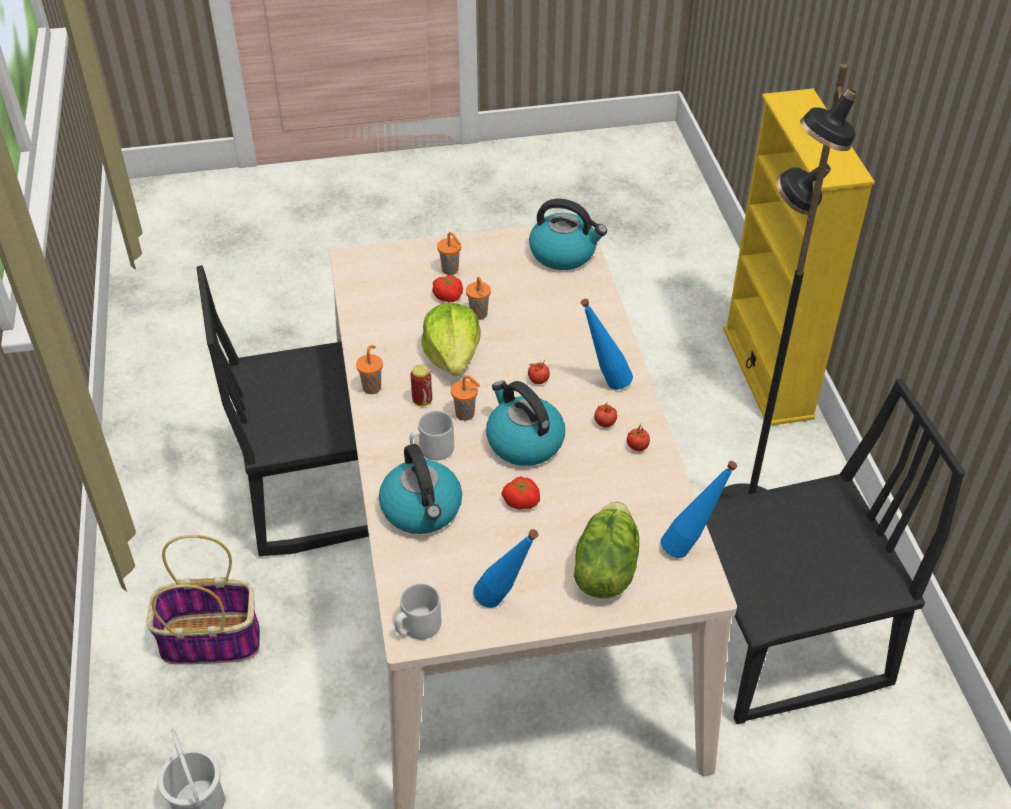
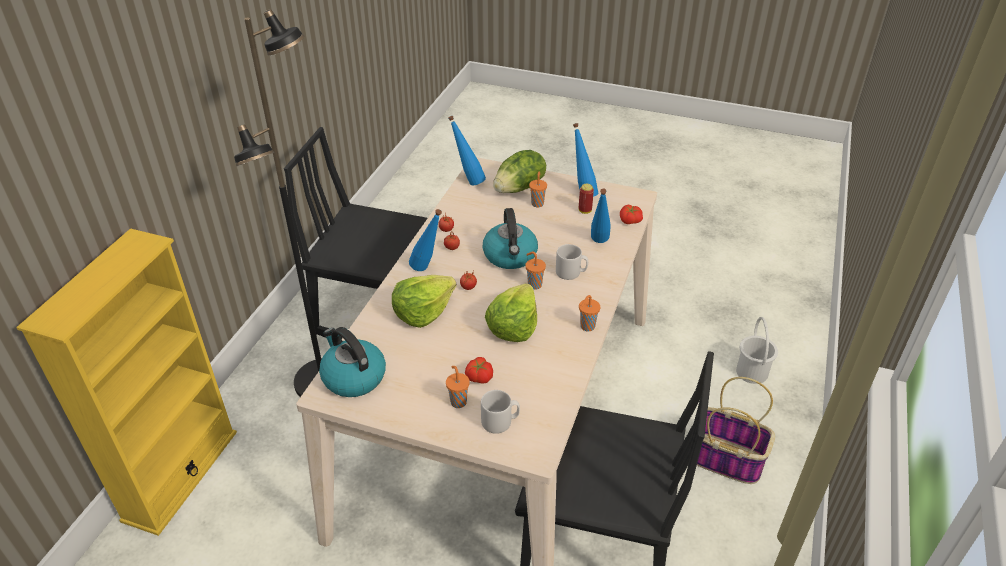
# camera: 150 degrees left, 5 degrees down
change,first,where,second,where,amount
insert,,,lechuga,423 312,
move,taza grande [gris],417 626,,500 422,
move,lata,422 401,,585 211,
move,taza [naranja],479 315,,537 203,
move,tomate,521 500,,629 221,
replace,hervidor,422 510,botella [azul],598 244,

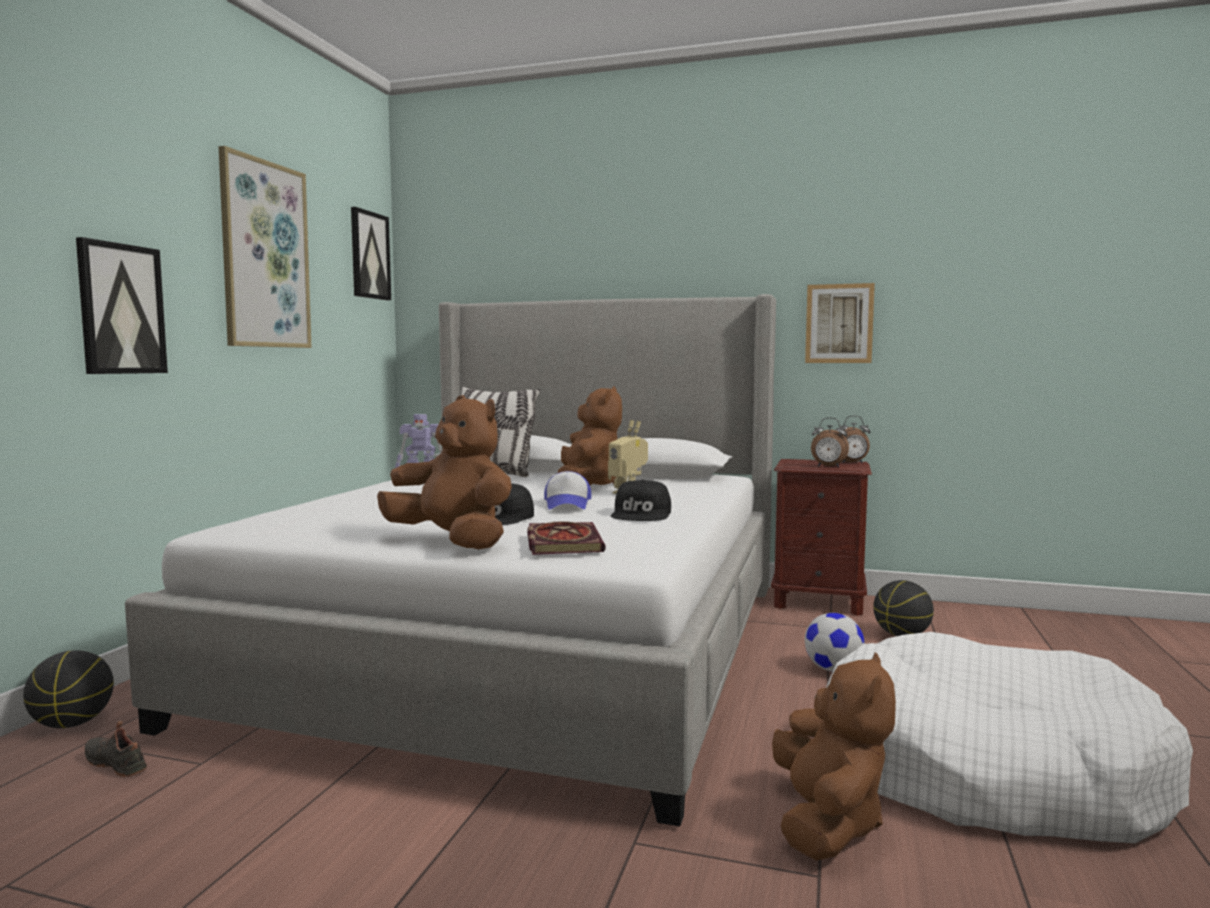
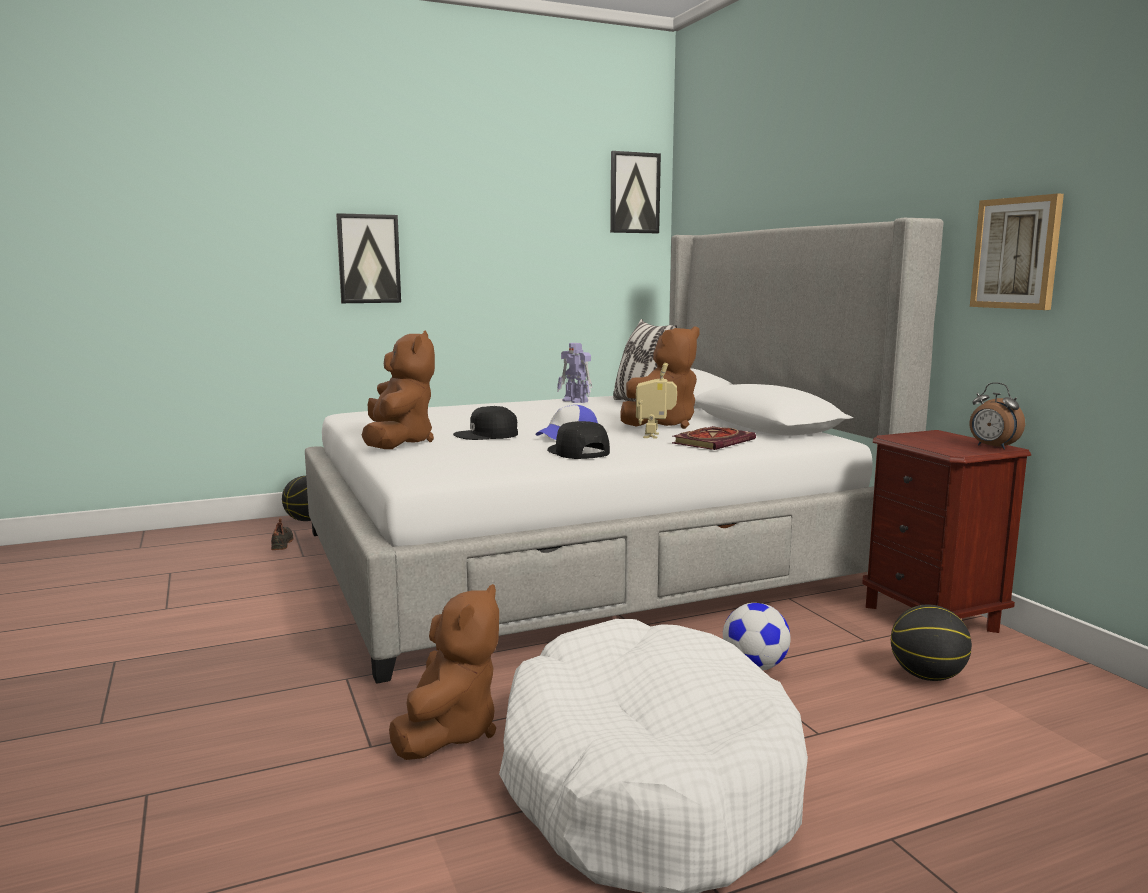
# camera: 50 degrees right, 5 degrees up
change,first,where,second,where,amount
delete,cuadro,265 255,,,
delete,despertador,828 467,,,
move,libro,562 542,,713 441,
rotate,gorra [negro],642 514,,577 452,90 degrees clockwise
rotate,peluche [marrón],826 823,,449 731,45 degrees counterclockwise

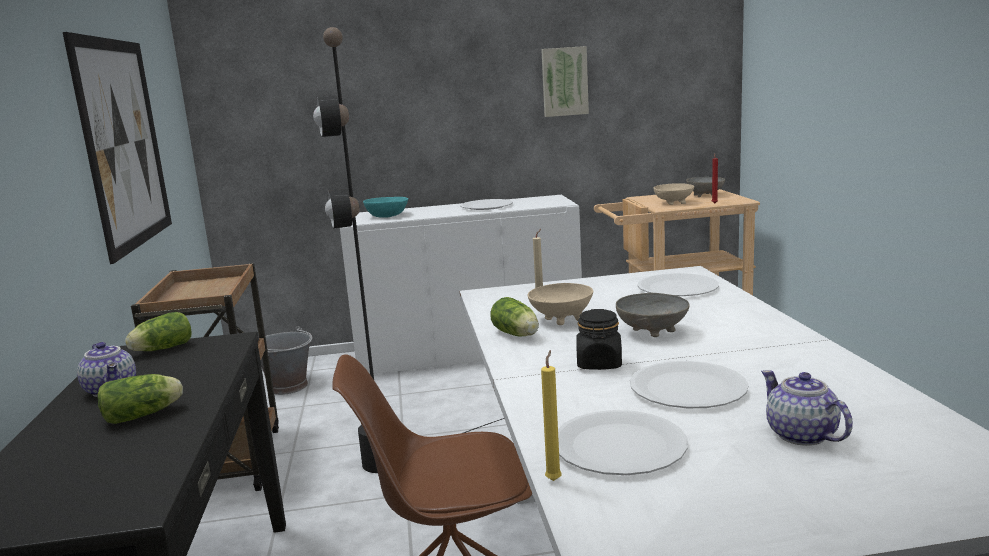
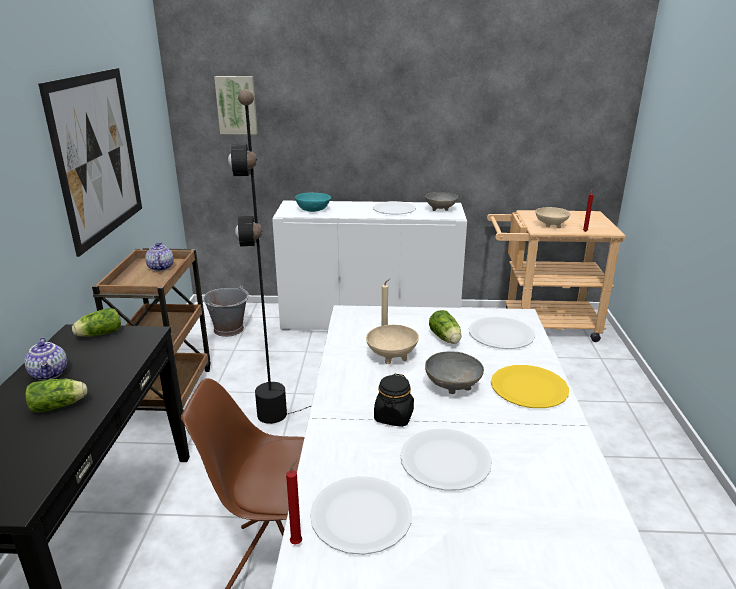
# camera: 10 degrees right, 10 degrees up
change,first,where,second,where,amount
insert,,,plato [amarillo],528 388,
move,lechuga,517 335,,446 339,
move,cuadro,564 81,,237 105,
move,cuenco [gris],705 196,,440 210,
move,tetera,801 435,,160 268,
recolor,vela [amarillo],554 479,vela [rojo],297 542,

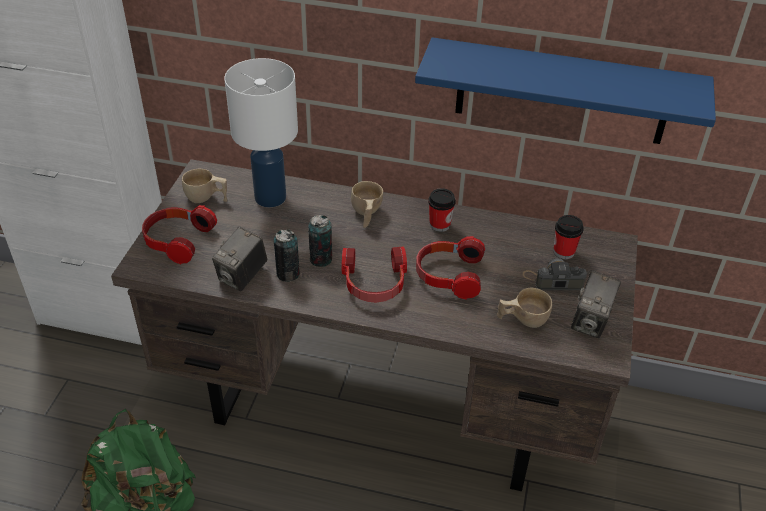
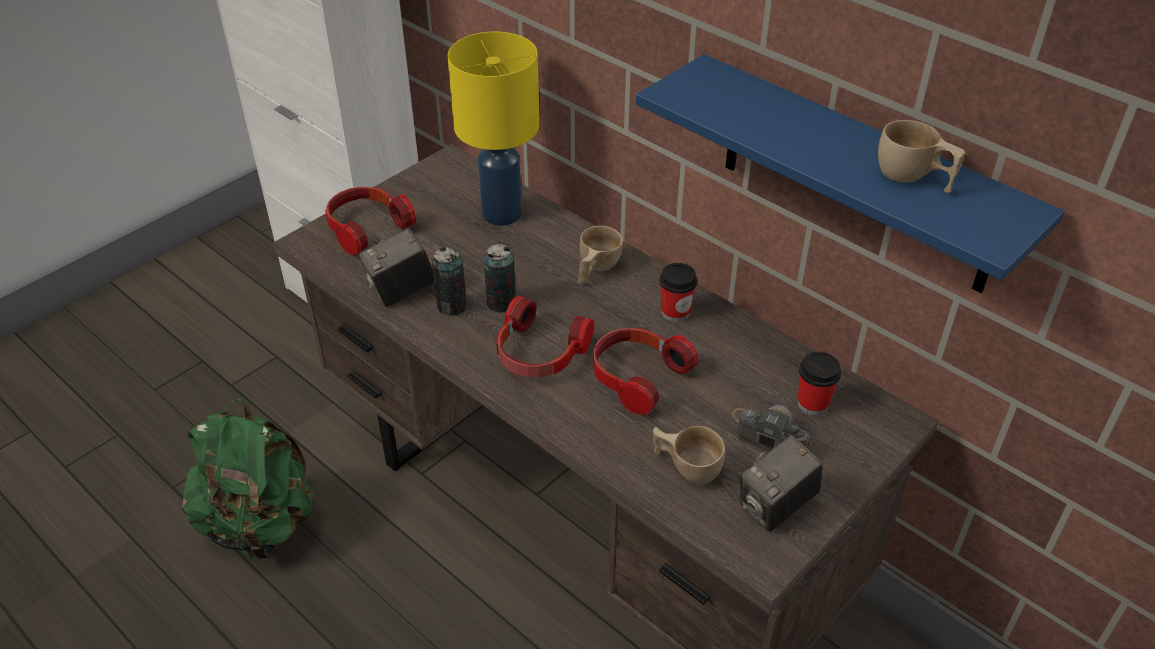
# camera: 30 degrees right, 0 degrees up
change,first,where,second,where,amount
move,taza [beis],206 198,,913 178,
recolor,lámpara de mesa [blanco],270 197,lámpara de mesa [amarillo],502 213,

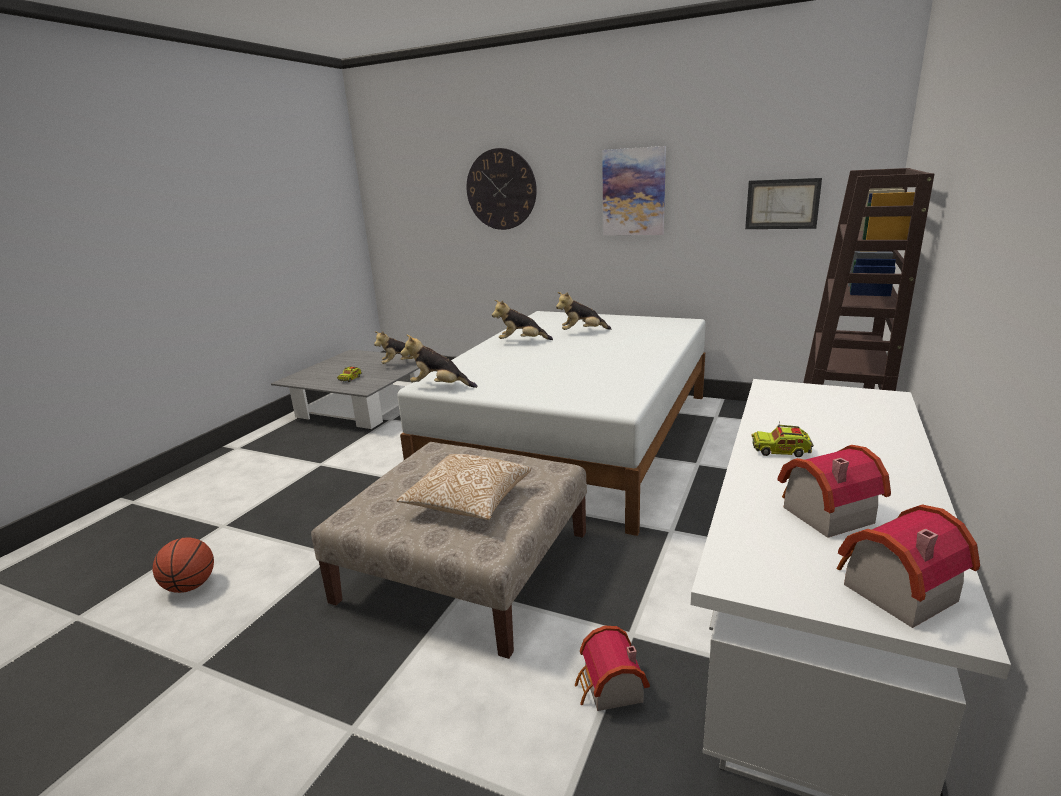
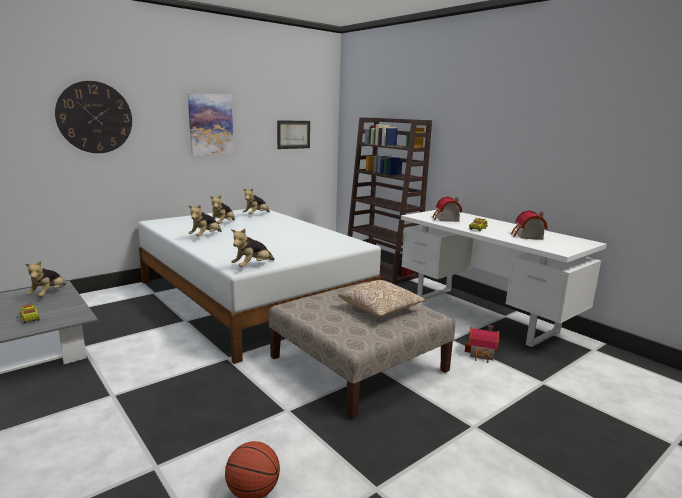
# camera: 65 degrees left, 5 degrees down
change,first,where,second,where,amount
insert,,,peluche,256 215,
move,casita,891 590,,446 219,

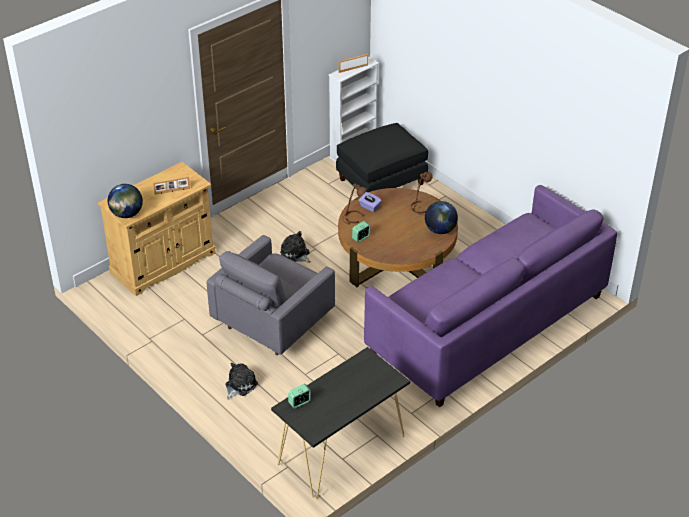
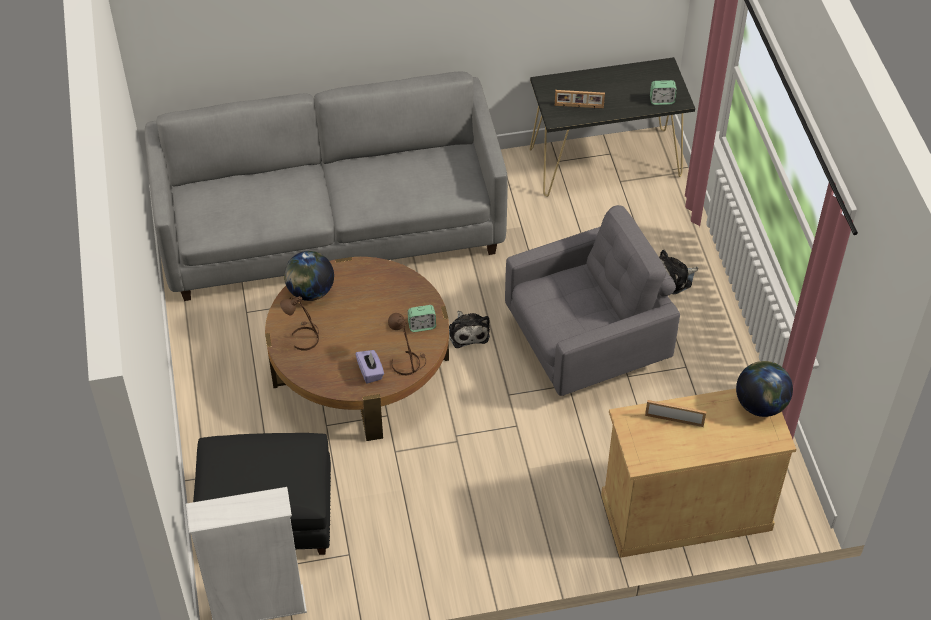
# camera: 150 degrees left, 10 degrees up
change,first,where,second,where,amount
move,peluche,296 254,,468 332,
move,portarretratos,353 68,,579 106,
recolor,sofá [morado],487 324,sofá [gris],332 229,

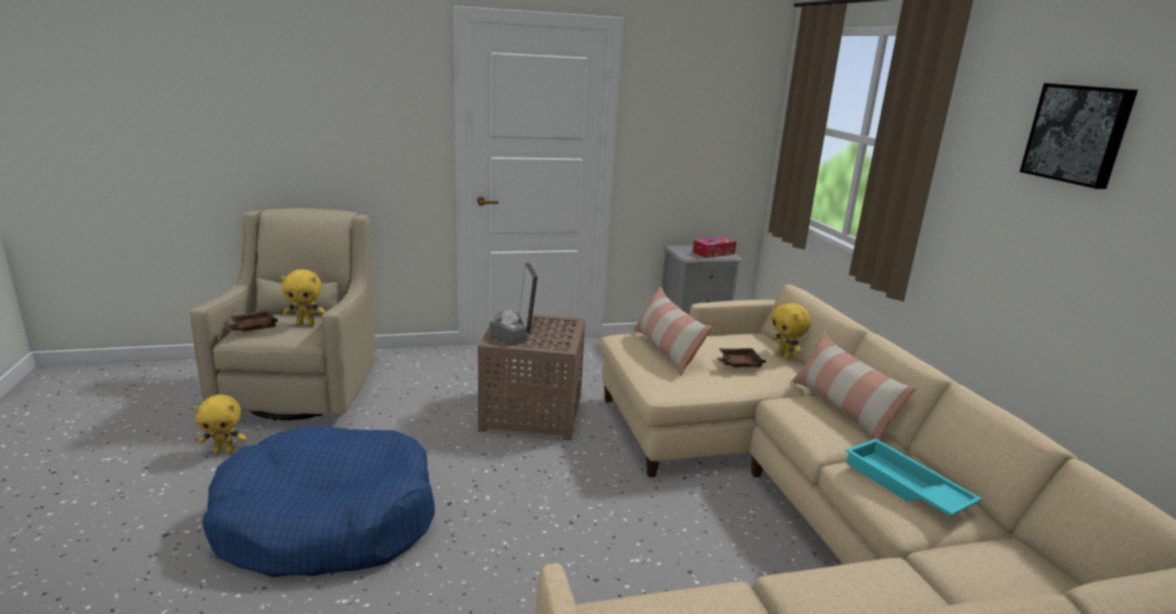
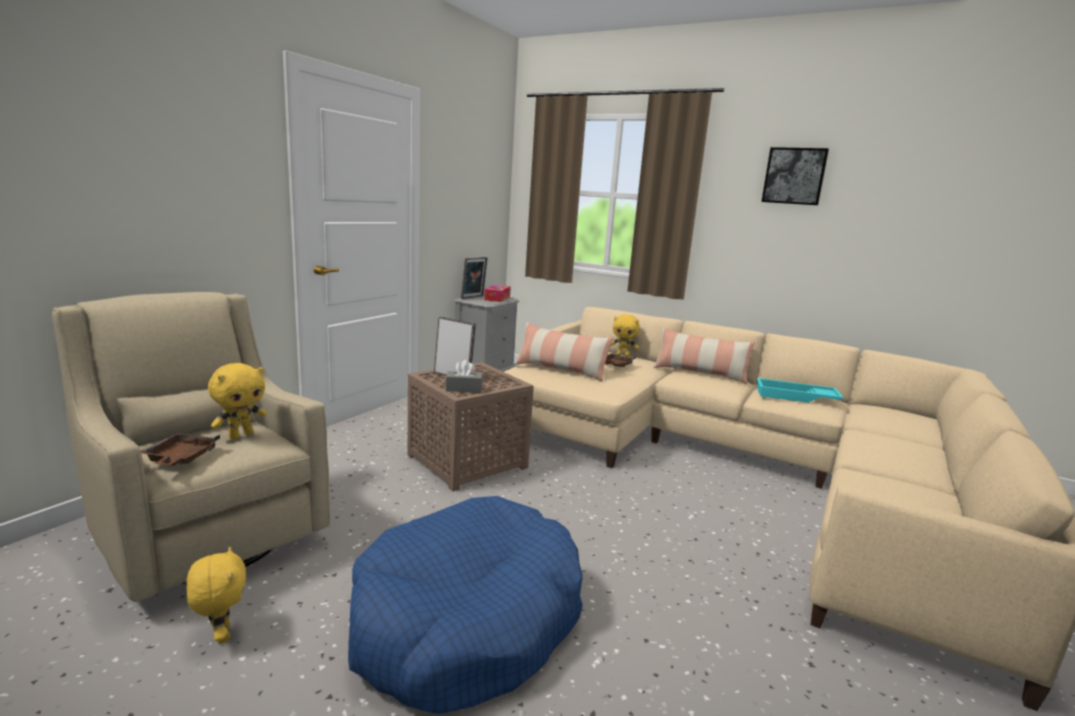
# camera: 45 degrees left, 5 degrees down
change,first,where,second,where,amount
insert,,,portarretratos,473 297,
rotate,peluche [amarillo],224 451,,221 635,60 degrees counterclockwise

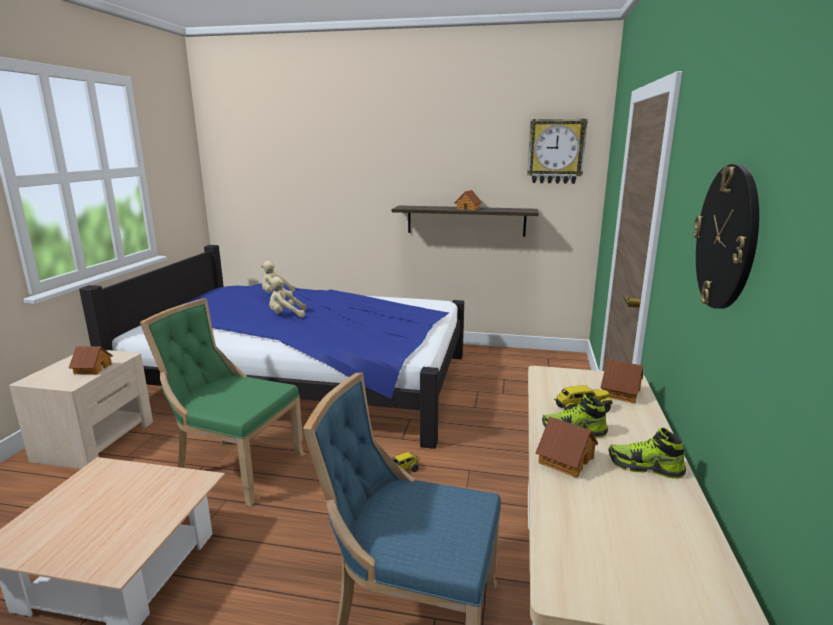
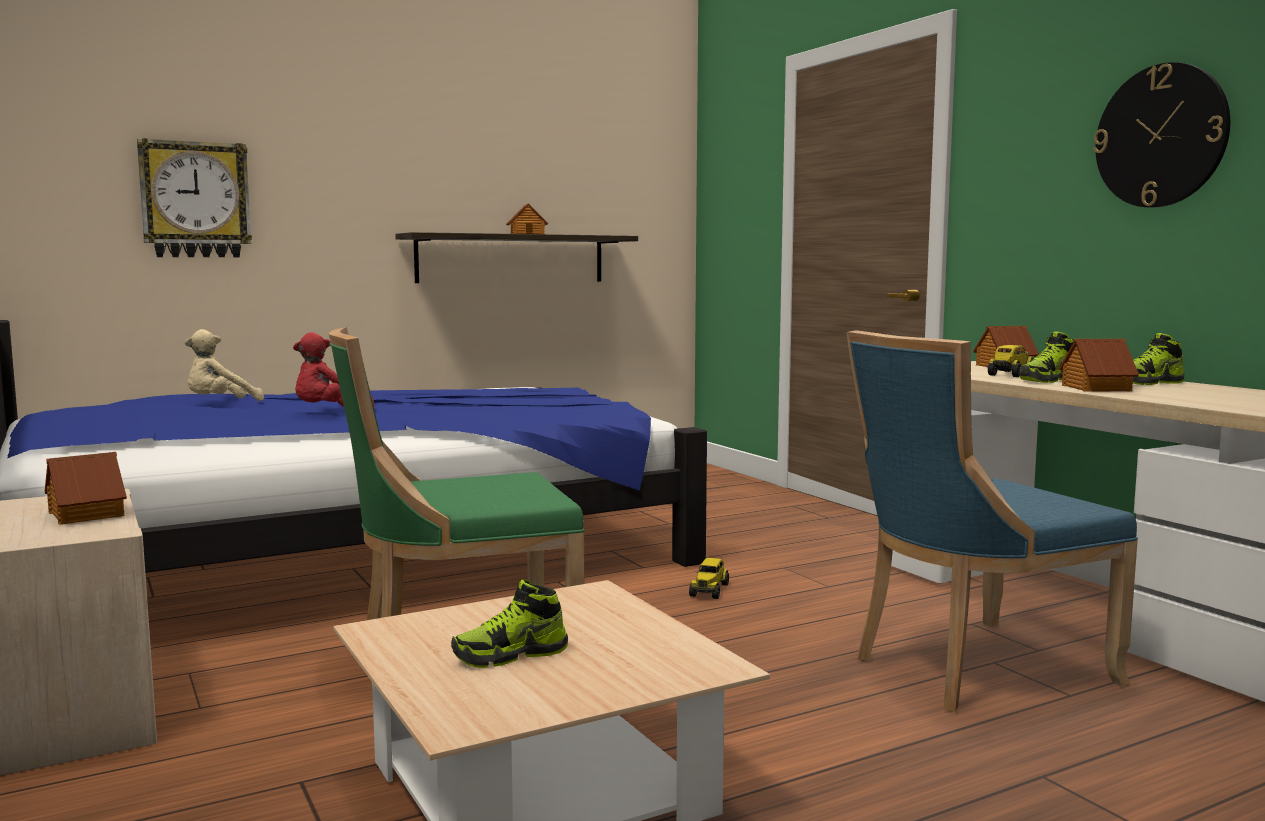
# camera: 40 degrees left, 10 degrees down
change,first,where,second,where,amount
insert,,,zapato,511 655,
move,reloj de pared,556 151,,195 200,
recolor,peluche [beis],286 315,peluche [rojo],328 412,

